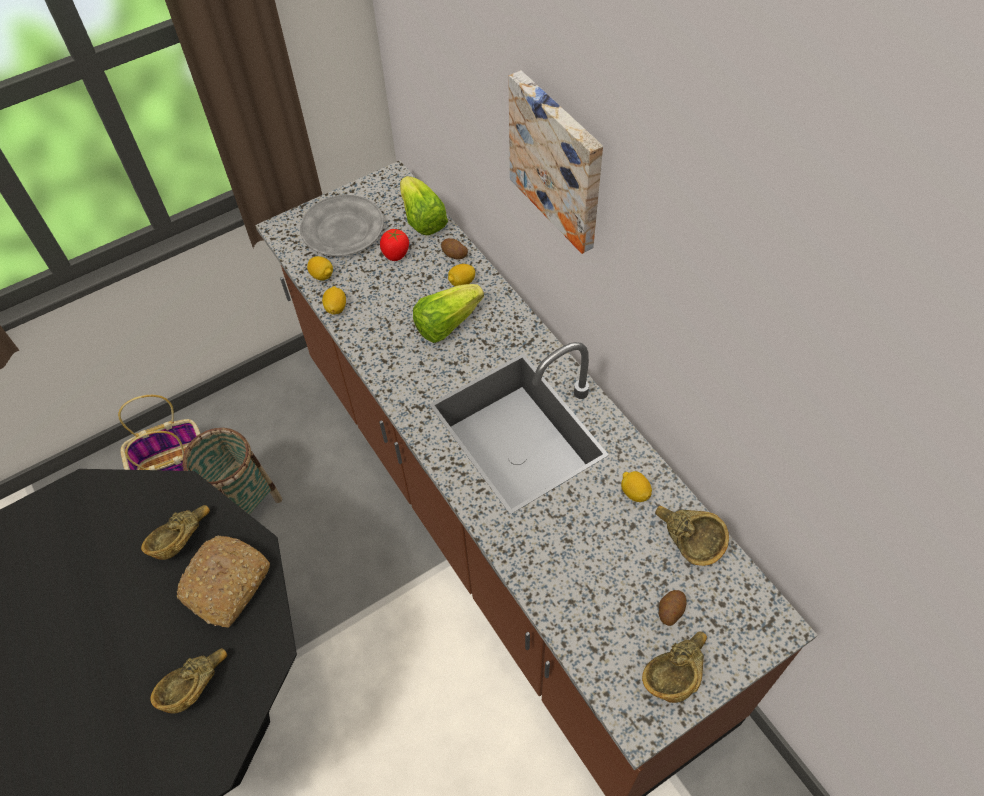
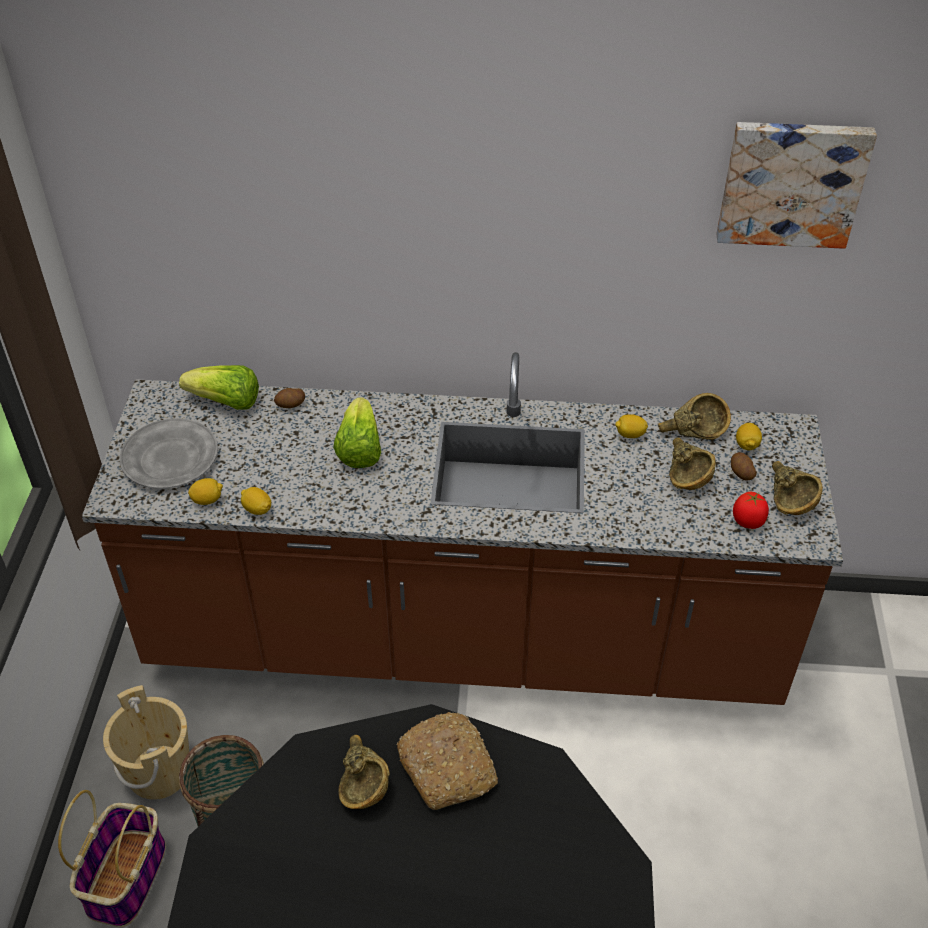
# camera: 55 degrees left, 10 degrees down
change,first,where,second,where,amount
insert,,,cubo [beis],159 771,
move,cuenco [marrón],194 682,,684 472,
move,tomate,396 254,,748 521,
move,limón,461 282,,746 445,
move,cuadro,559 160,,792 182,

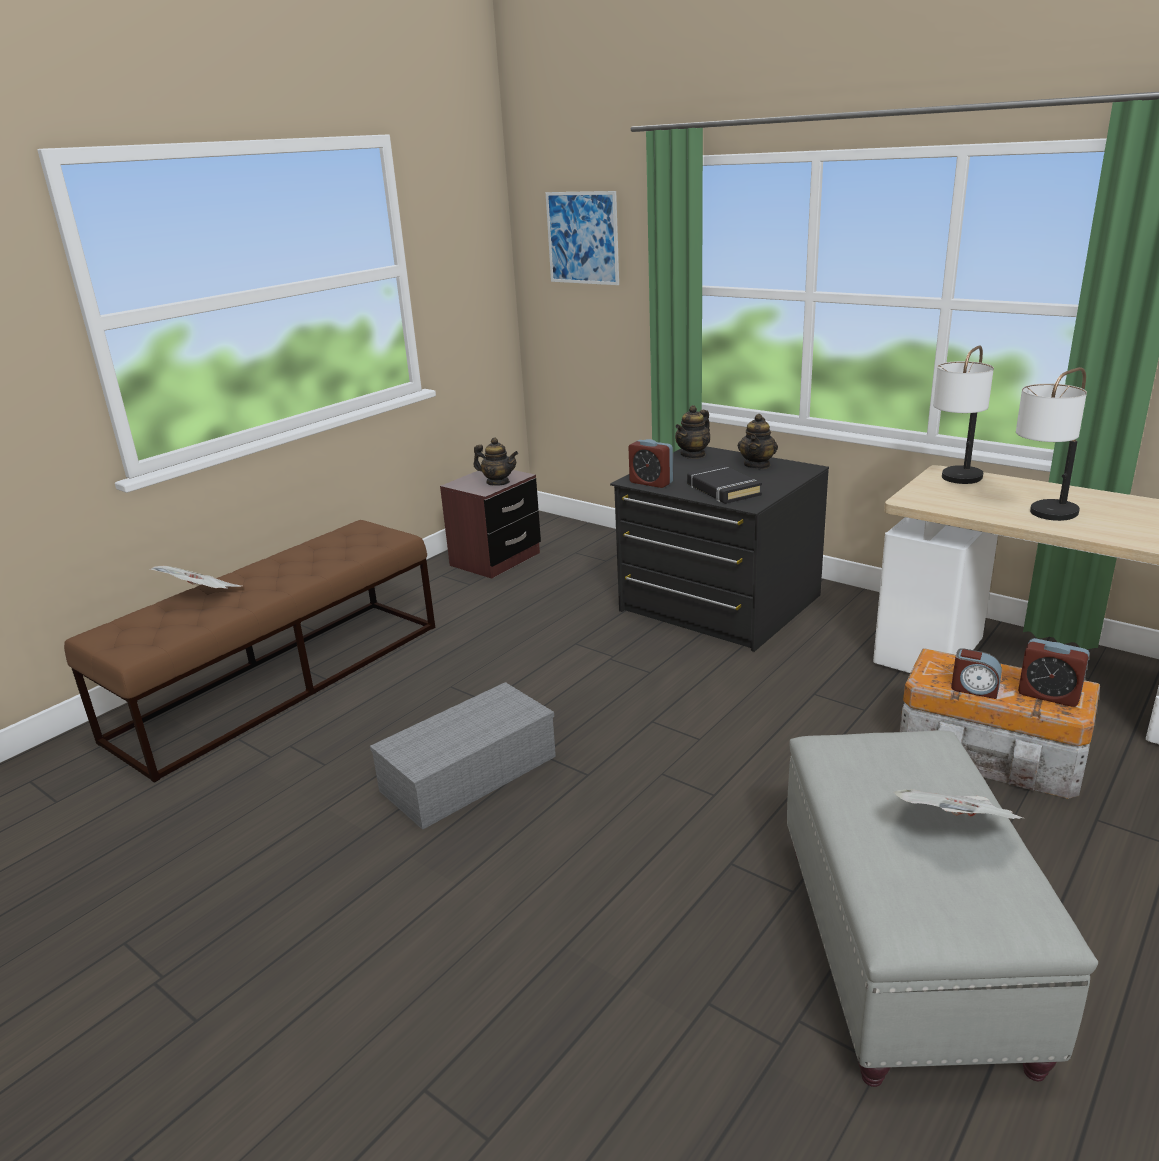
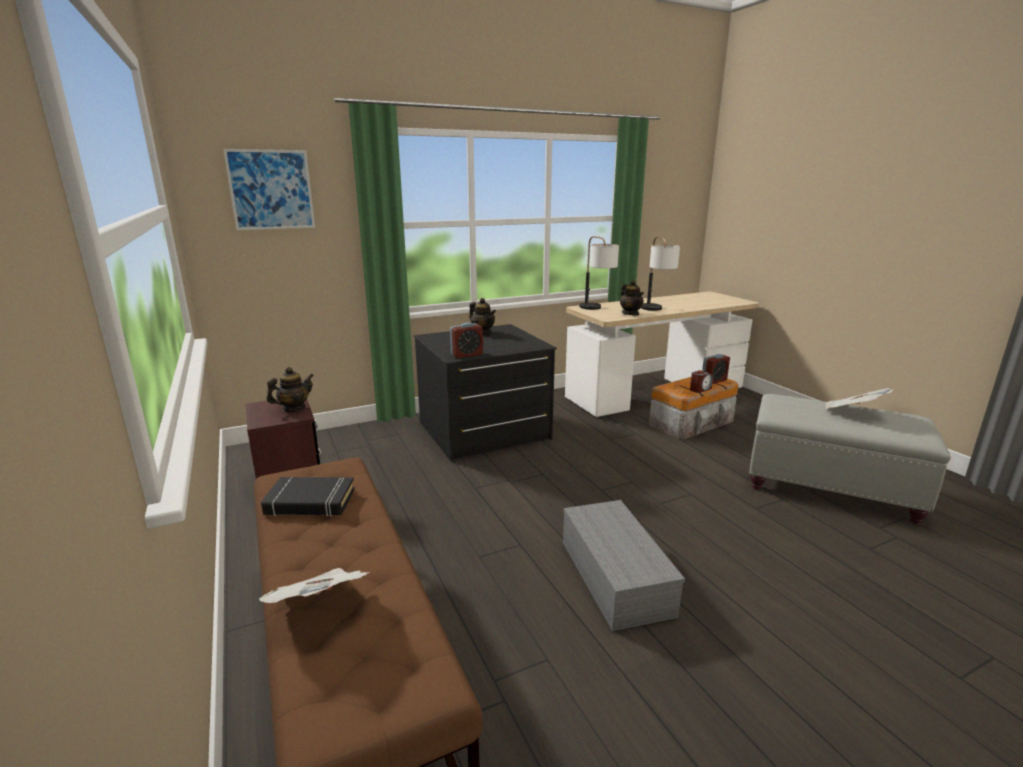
# camera: 65 degrees left, 5 degrees down
change,first,where,second,where,amount
move,tetera,693 455,,630 313,
move,libro [negro],722 490,,310 502,

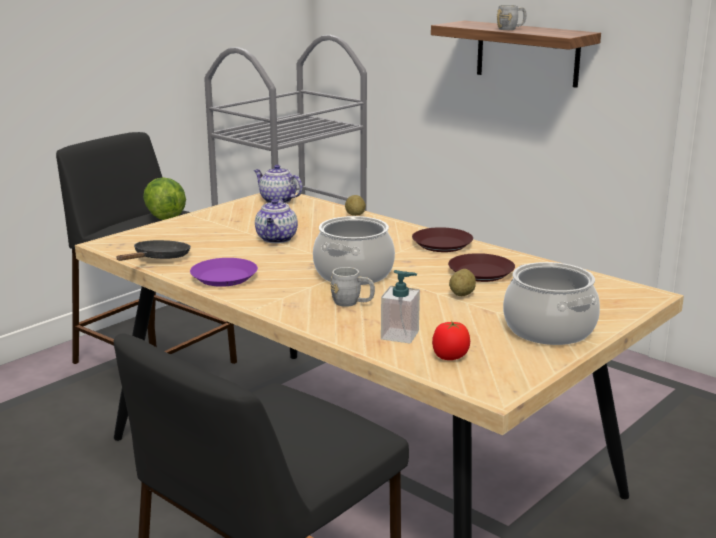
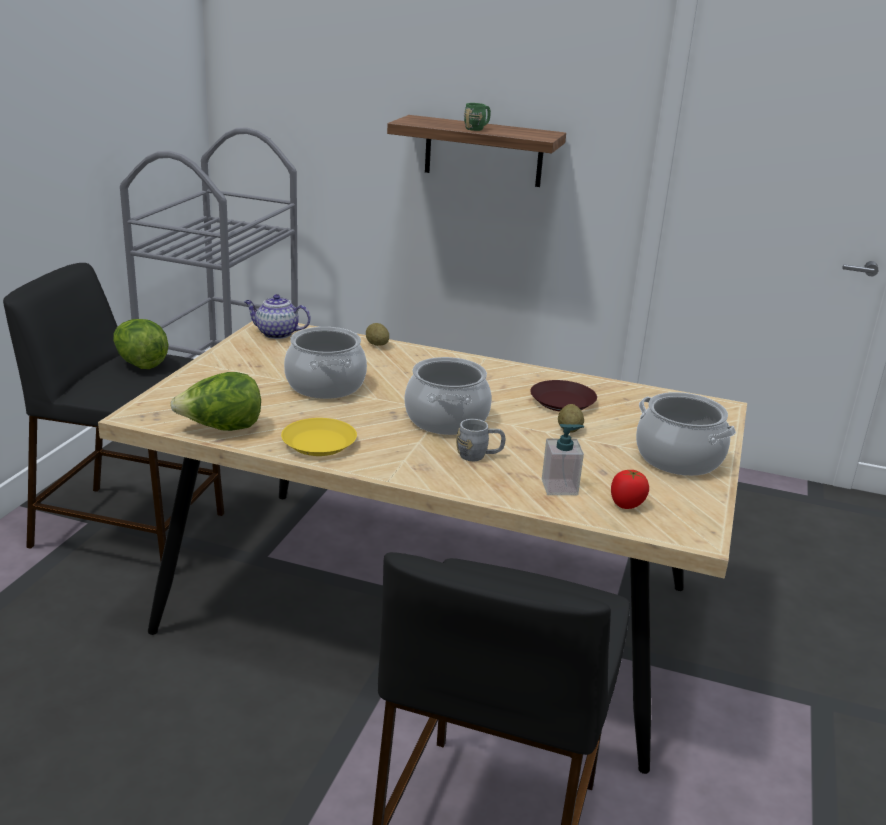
# camera: 25 degrees left, 5 degrees up
change,first,where,second,where,amount
delete,plato [marrón],442 244,,,
replace,sartén [negro],159 259,lechuga,221 428,
replace,tetera,277 239,olla,326 385,
recolor,plato [morado],224 277,plato [amarillo],318 443,
recolor,taza grande [gris],511 29,taza grande [verde],477 128,

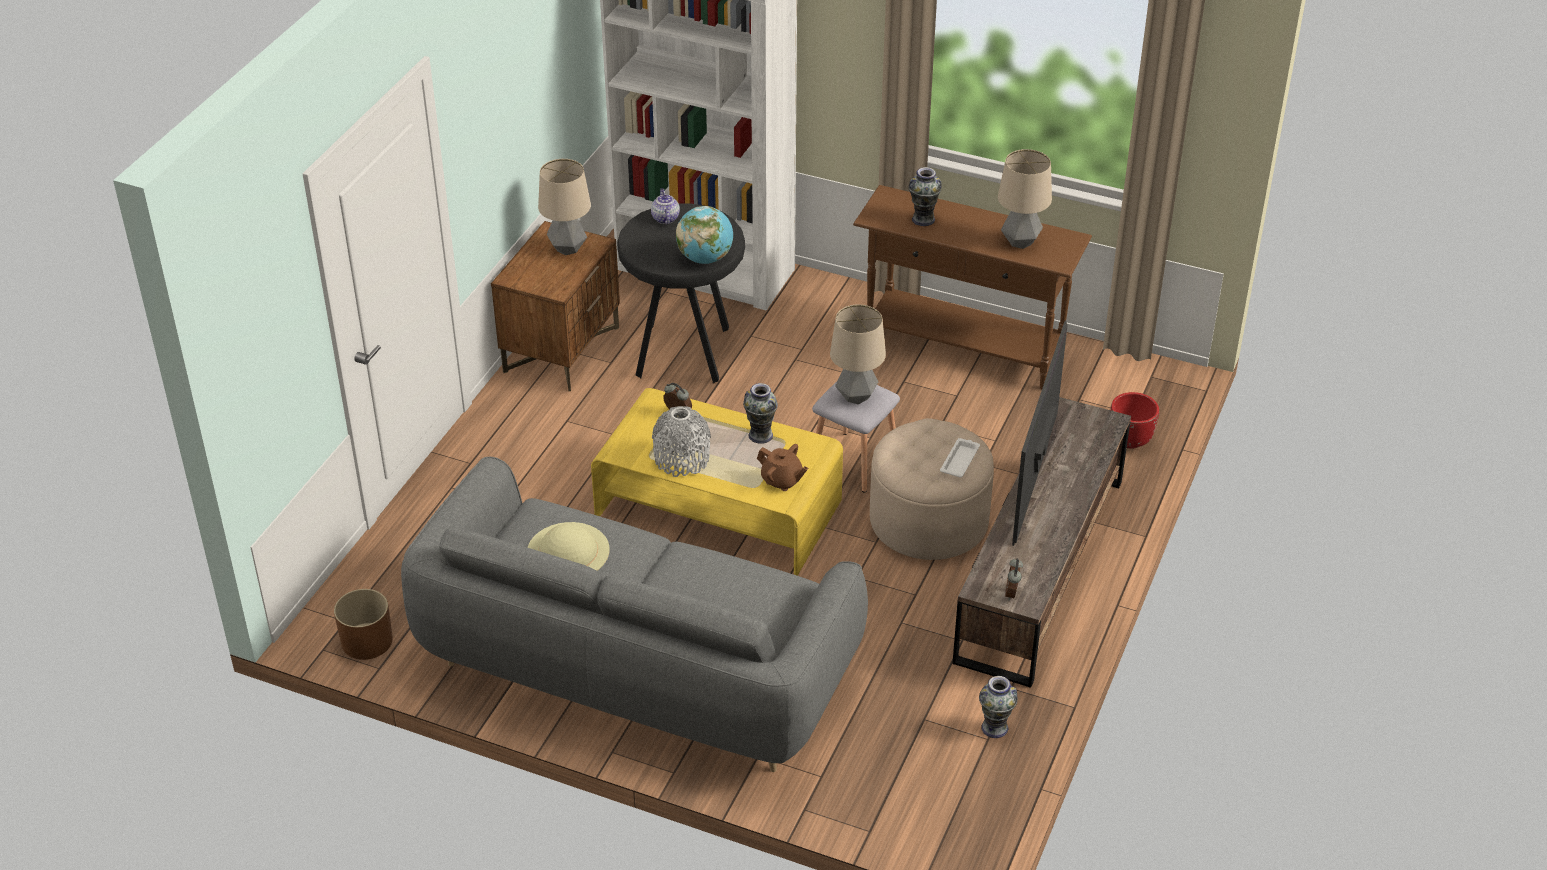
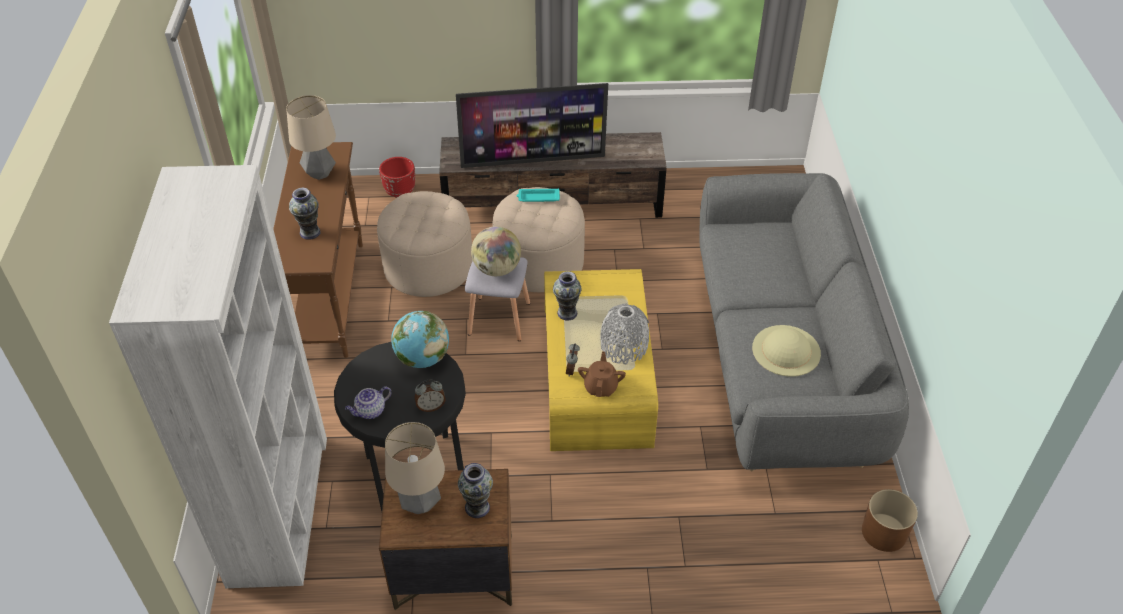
# camera: 115 degrees left, 5 degrees up
change,first,where,second,where,amount
insert,,,puf [beis],428 267,
move,tetera [marrón],782 480,,601 387,
move,florero,994 727,,477 507,
move,despertador,1012 593,,431 407,
replace,lámpara de mesa,856 397,globo terráqueo,497 269,
recolor,bandeja [blanco],960 460,bandeja [turquesa],538 197,

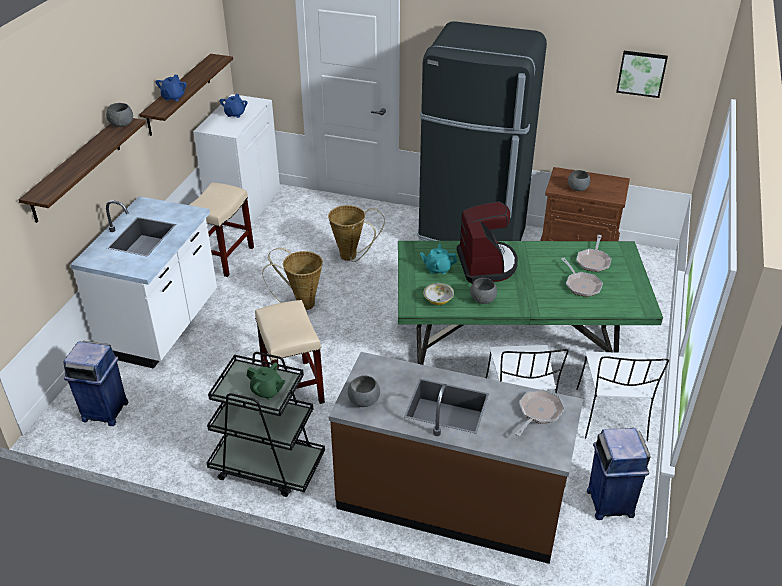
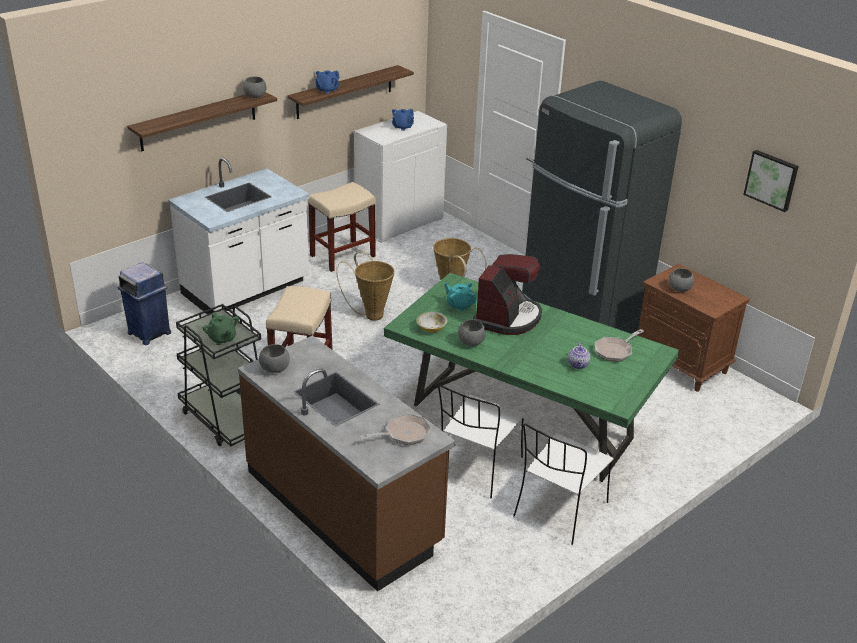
# camera: 30 degrees right, 5 degrees down
change,first,where,second,where,amount
delete,papelera [azul],610 502,,,
replace,sartén,581 285,tetera,578 365,

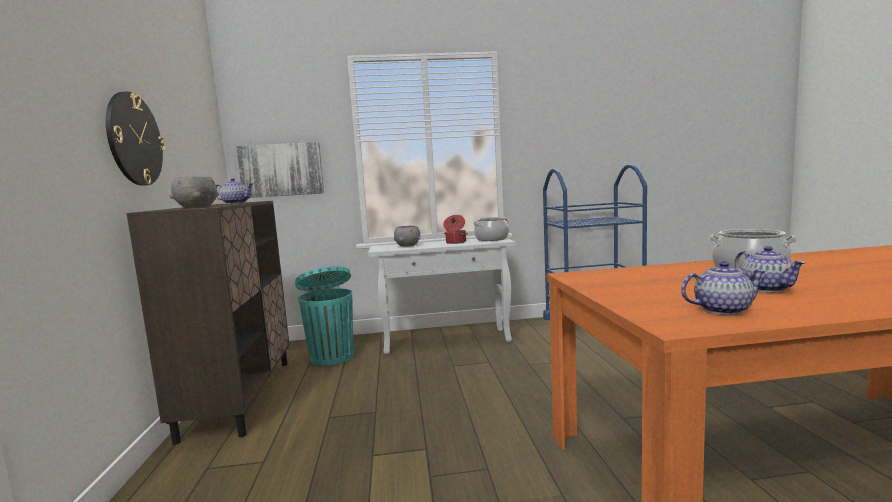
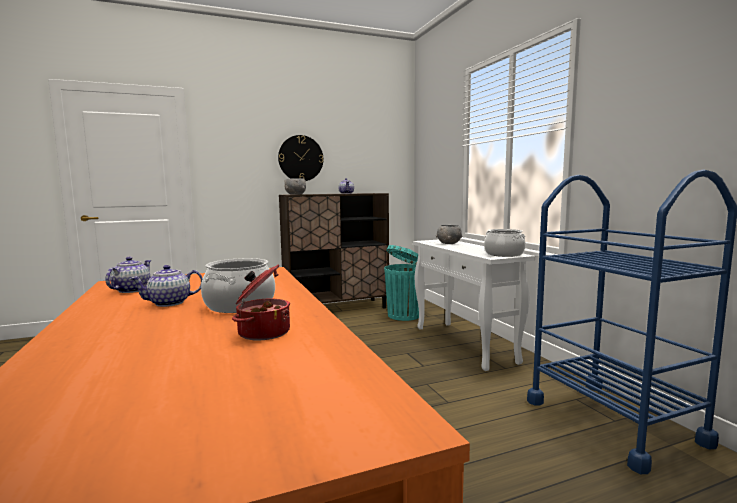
# camera: 75 degrees right, 0 degrees up
change,first,where,second,where,amount
delete,cuadro,281 170,,,
move,olla,455 242,,263 332,
rotate,tetera,721 310,,131 290,150 degrees counterclockwise

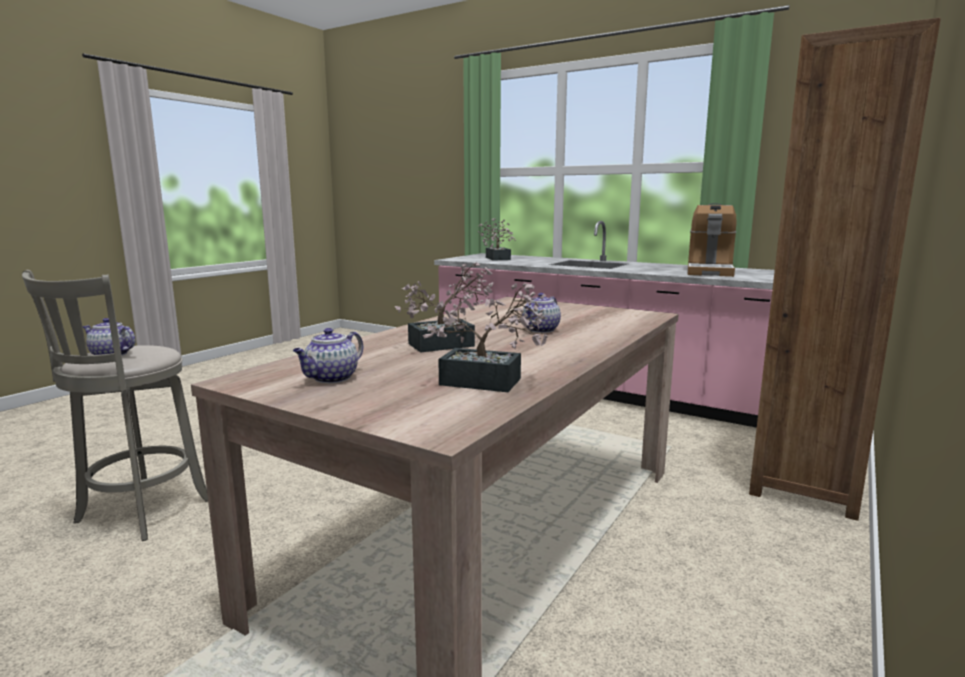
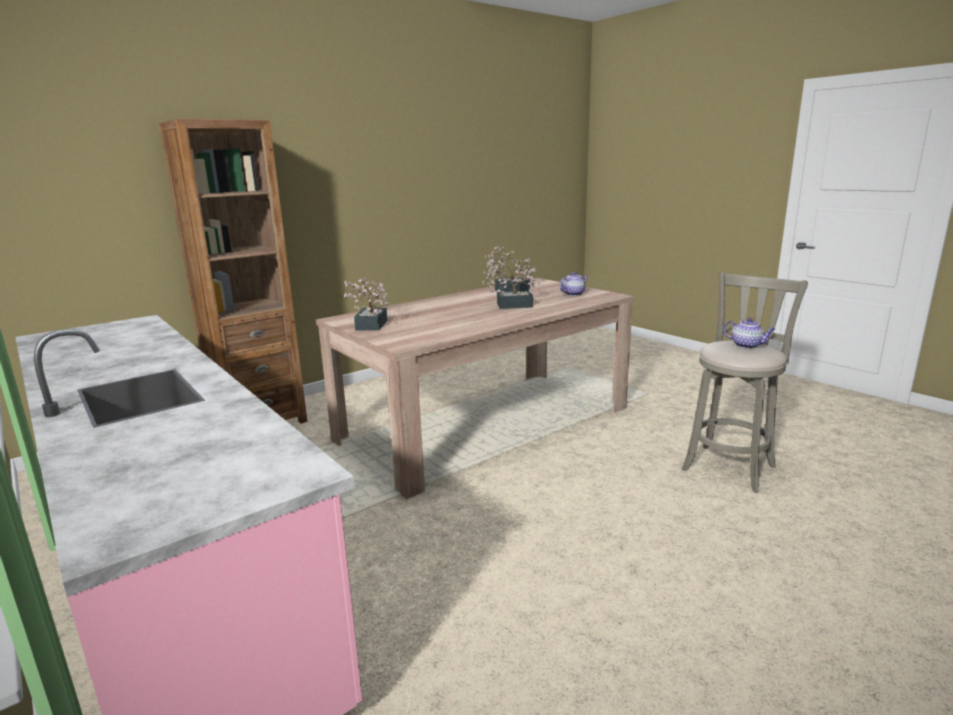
# camera: 160 degrees left, 5 degrees up
change,first,where,second,where,amount
delete,tetera,540 330,,,
delete,cafetera,709 271,,,
move,planta en maceta,497 258,,369 326,

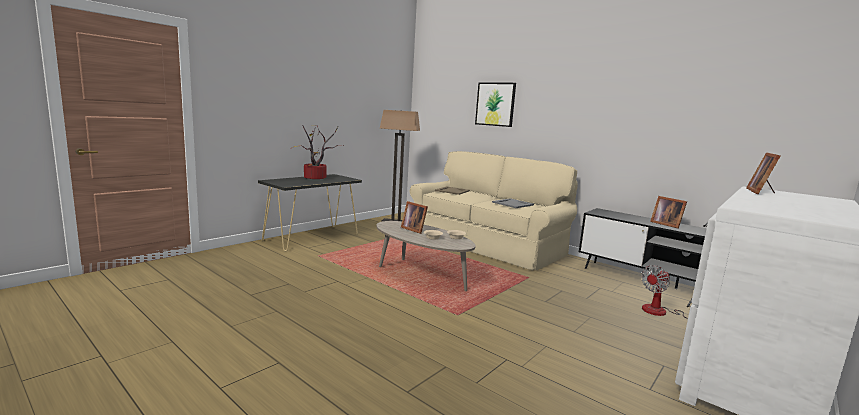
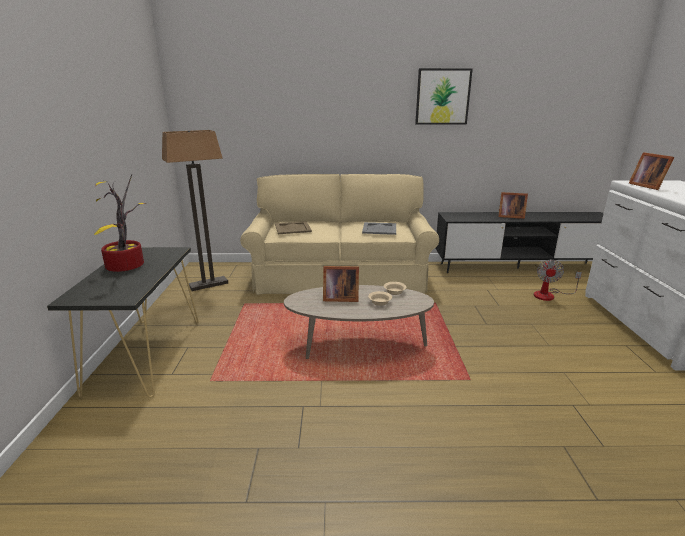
# camera: 40 degrees left, 10 degrees up
change,first,where,second,where,amount
move,cuadro,495 104,,442 97,

